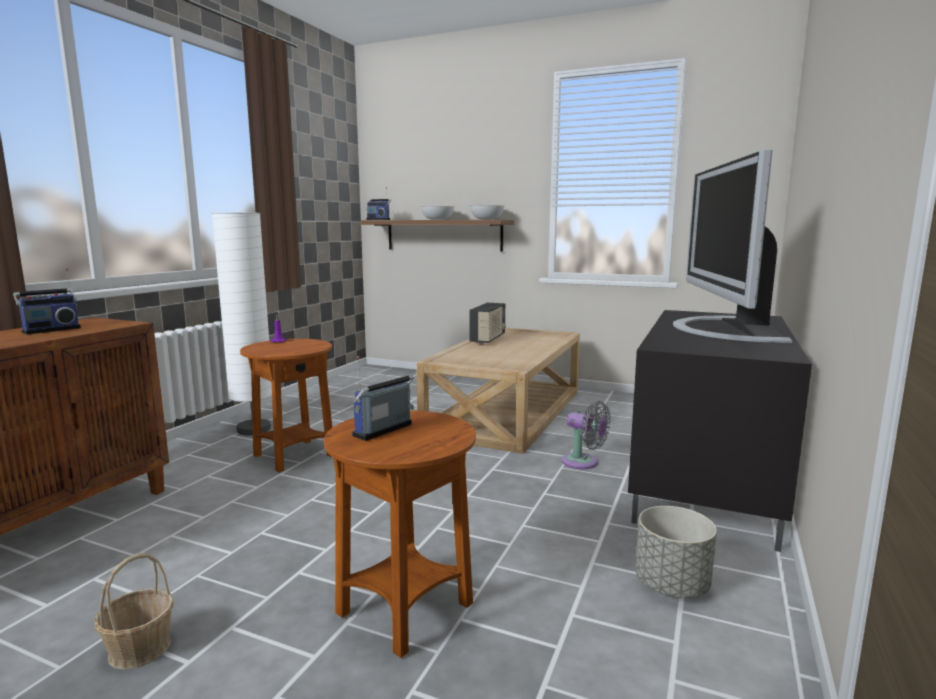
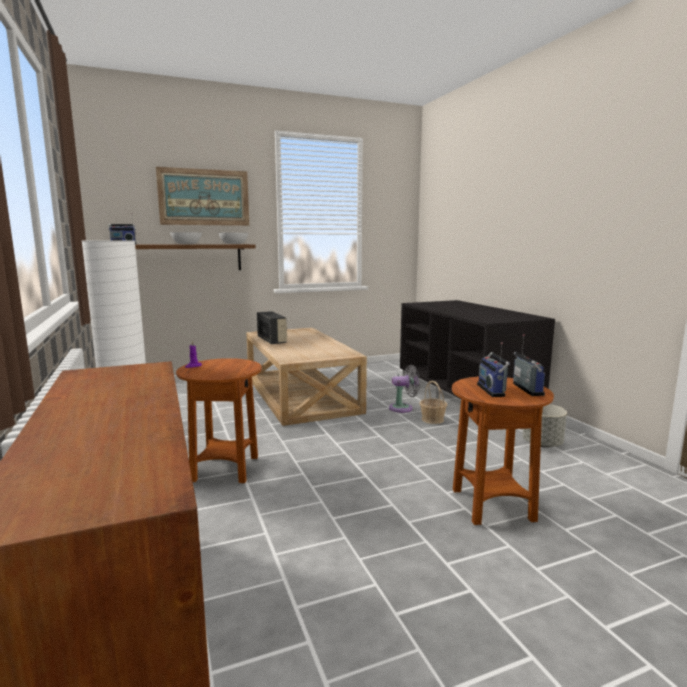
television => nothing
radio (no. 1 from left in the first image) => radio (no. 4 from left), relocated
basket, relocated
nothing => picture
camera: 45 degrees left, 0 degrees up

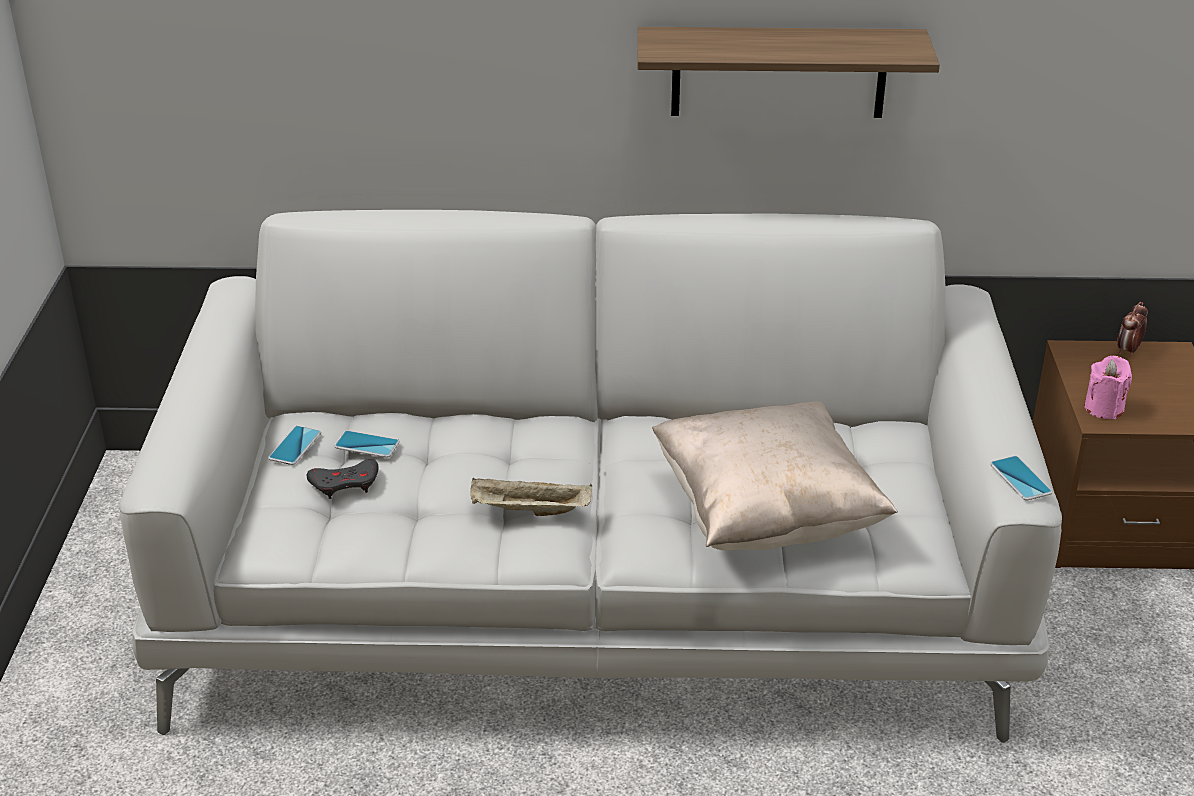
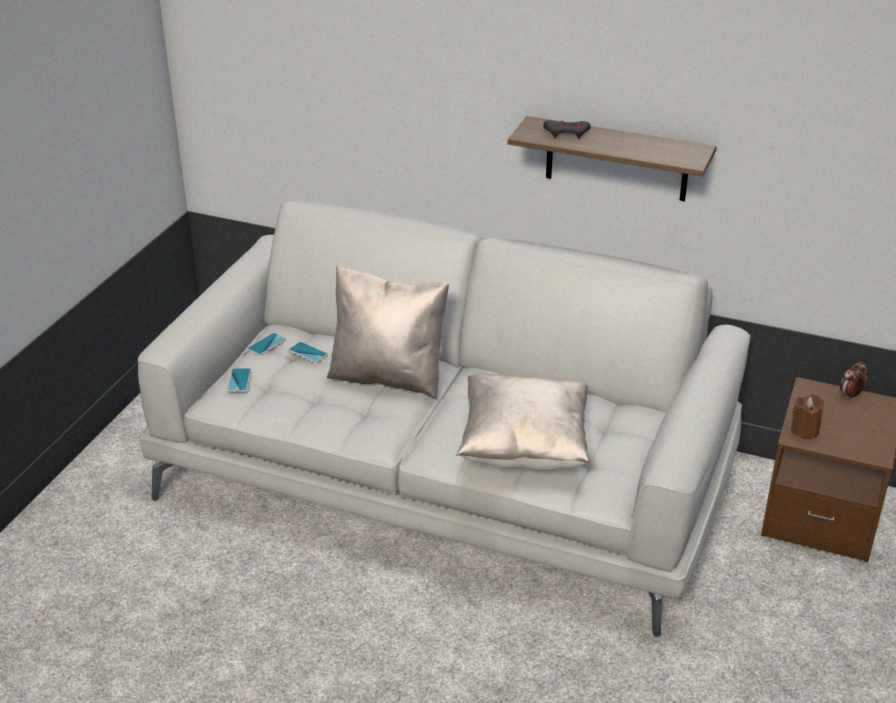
candle in pink => candle in brown
phone (no. 3 from left in the first image) => phone (no. 1 from left), relocated
game controller in grey, relocated
tray in beige => nothing
nothing => pillow in beige (no. 1 from left)
camera: 20 degrees right, 0 degrees up

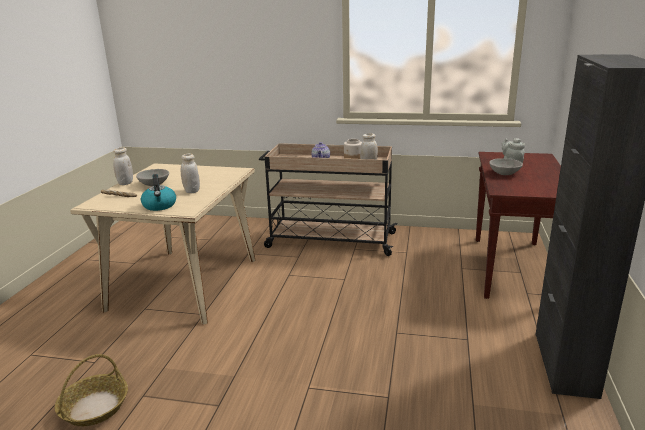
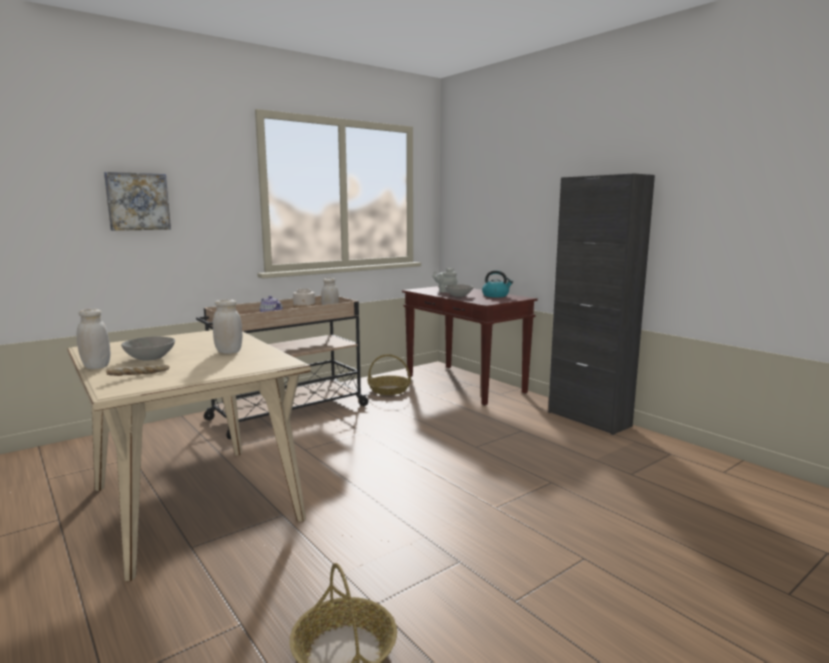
kettle, relocated
nothing => picture
nothing => basket (no. 2 from left)
camera: 50 degrees left, 10 degrees down

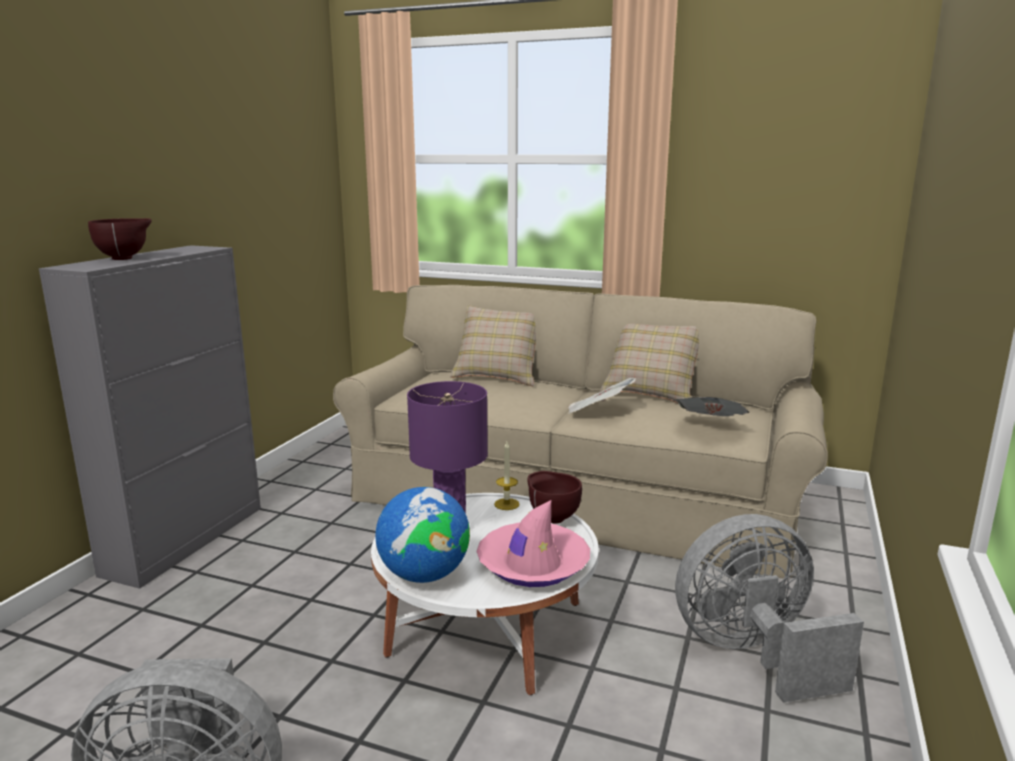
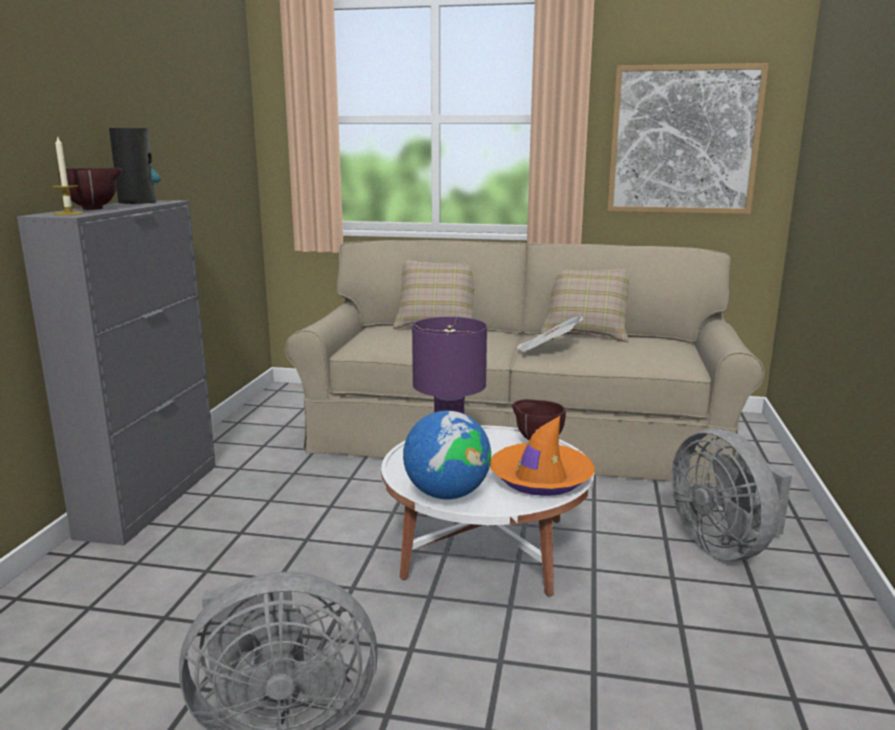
newspaper (no. 2 from left) => nothing
candle, relocated
hat in pink => hat in orange
fan in grey (no. 2 from left), 90 degrees counterclockwise
nothing => picture
nothing => vase
camera: 10 degrees left, 0 degrees up

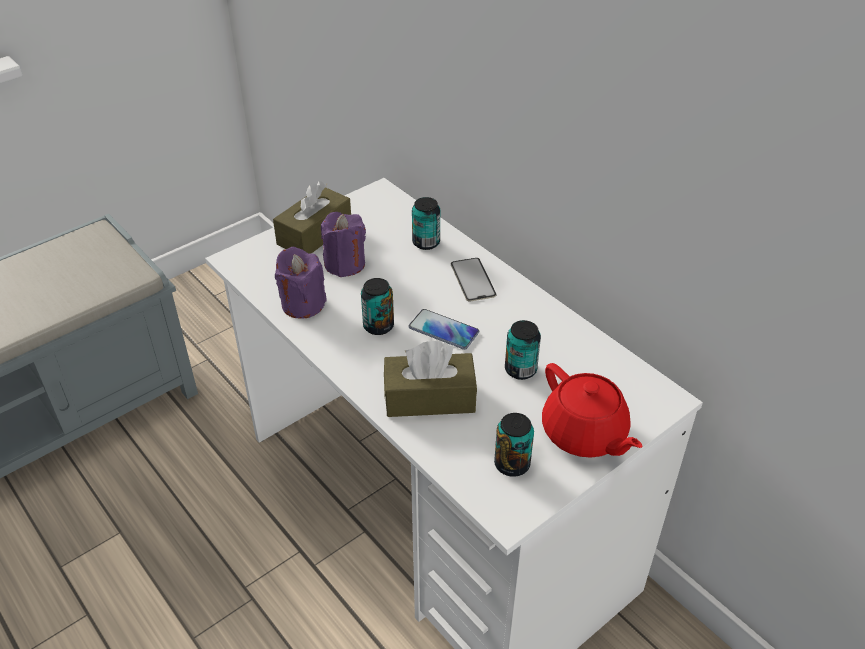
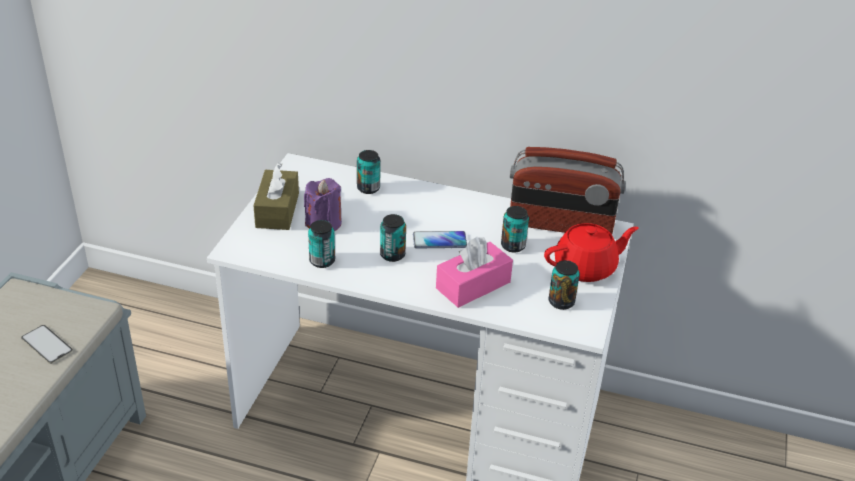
candle in purple (no. 1 from left) => can (no. 1 from left)
phone (no. 2 from left in the first image) => phone (no. 1 from left), relocated
tissue box in brown (no. 2 from left) => tissue box in pink
teapot in red, 45 degrees counterclockwise
nothing => radio
camera: 35 degrees left, 5 degrees down

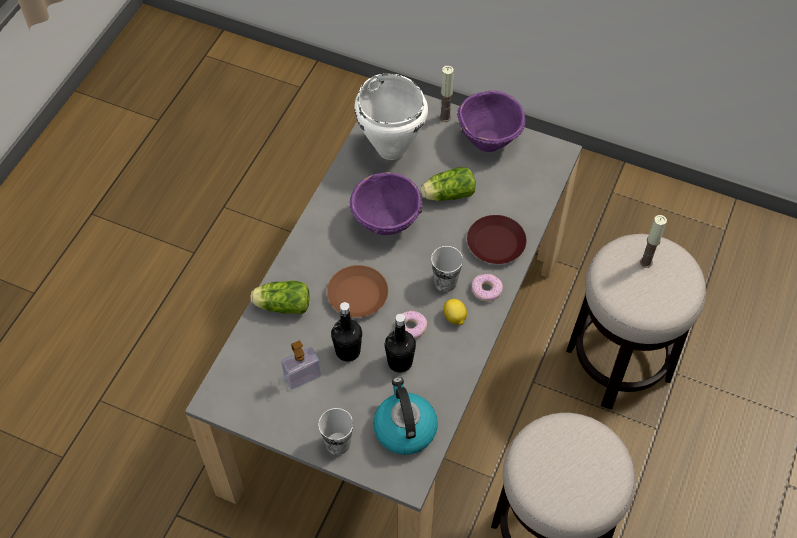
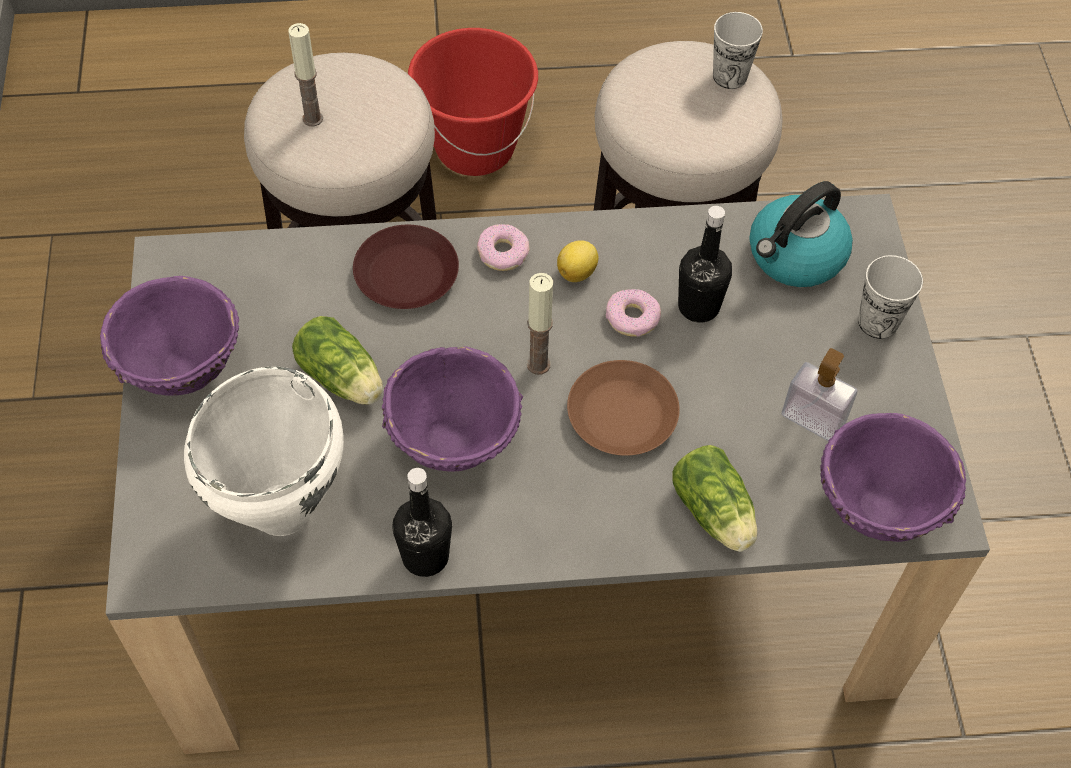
candle (no. 1 from left in the first image) => candle (no. 2 from left), relocated
cup (no. 2 from left in the first image) => cup (no. 1 from left), relocated
bottle in black (no. 1 from left), relocated
nothing => bucket in red
nothing => bowl in purple (no. 3 from left)
camera: 120 degrees left, 0 degrees up

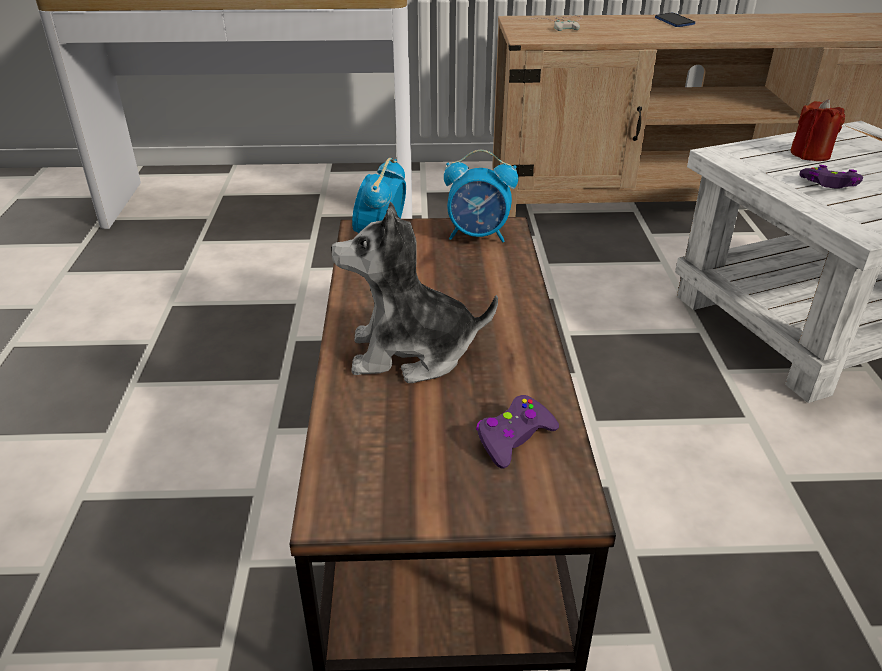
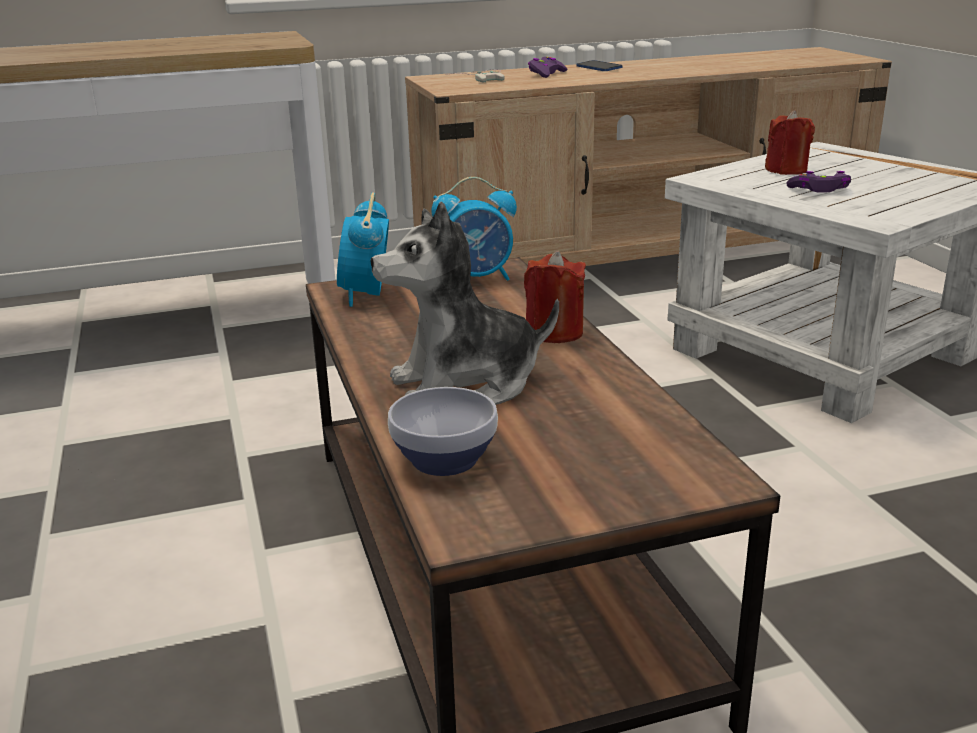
game controller in purple (no. 1 from left), relocated
nothing => candle in red (no. 1 from left)
nothing => bowl
camera: 15 degrees left, 10 degrees down

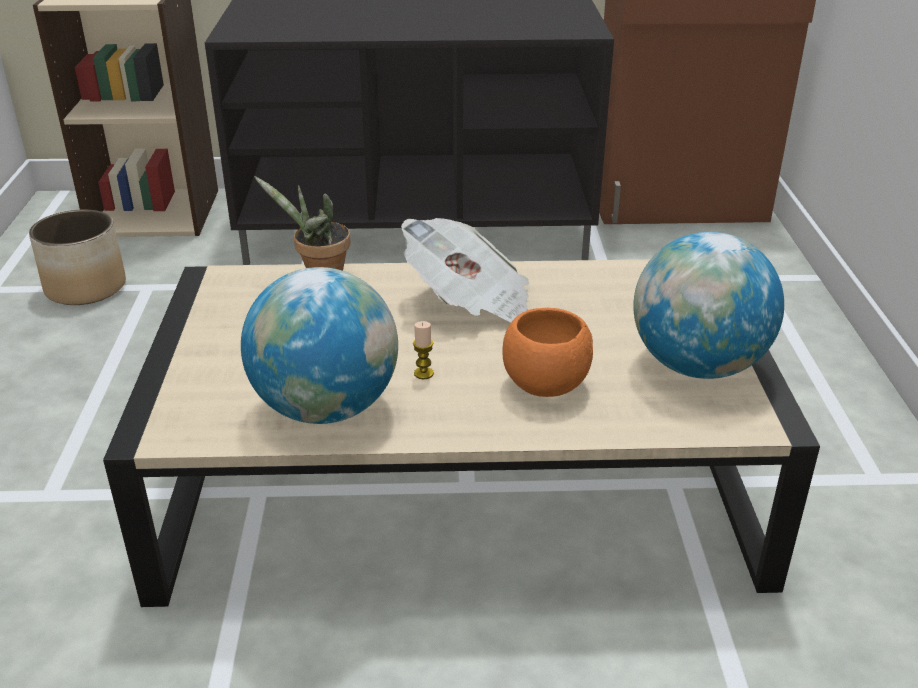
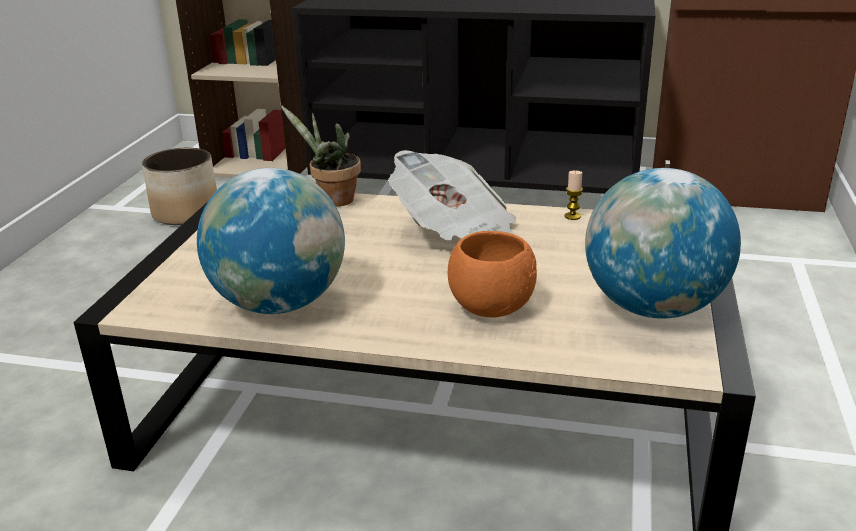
candle, relocated
camera: 15 degrees right, 5 degrees down

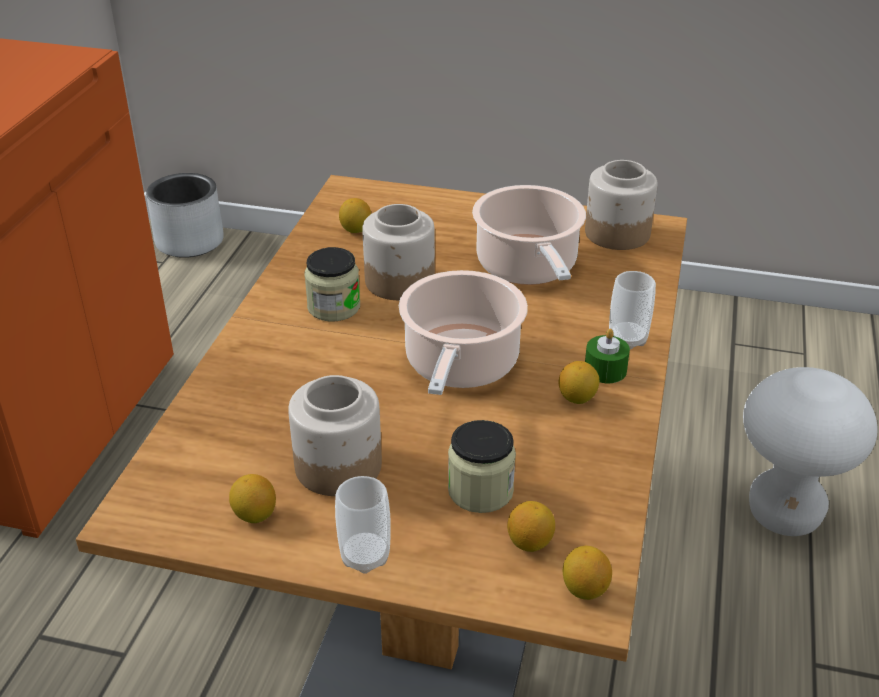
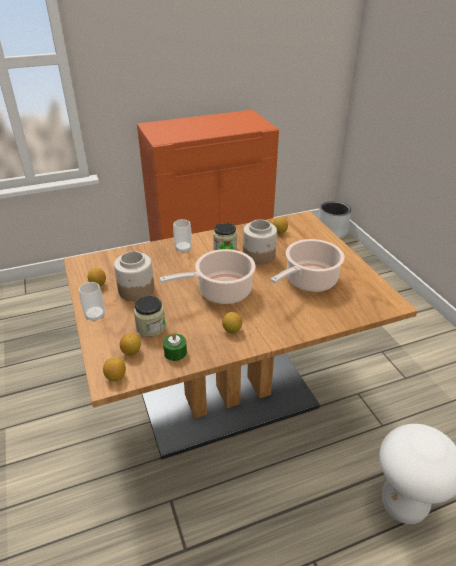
jar (no. 5 from left) => nothing
cup (no. 2 from left), relocated
candle in green, relocated
camera: 55 degrees right, 0 degrees up

